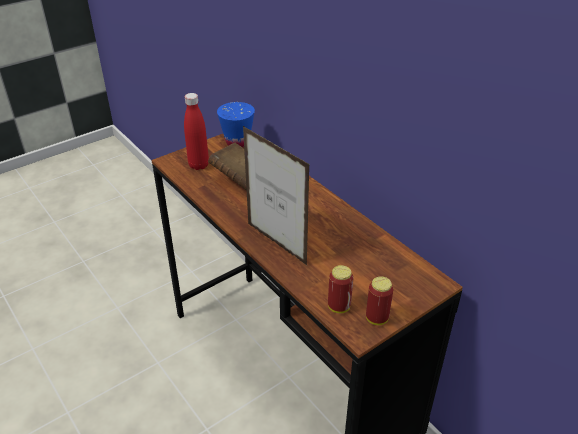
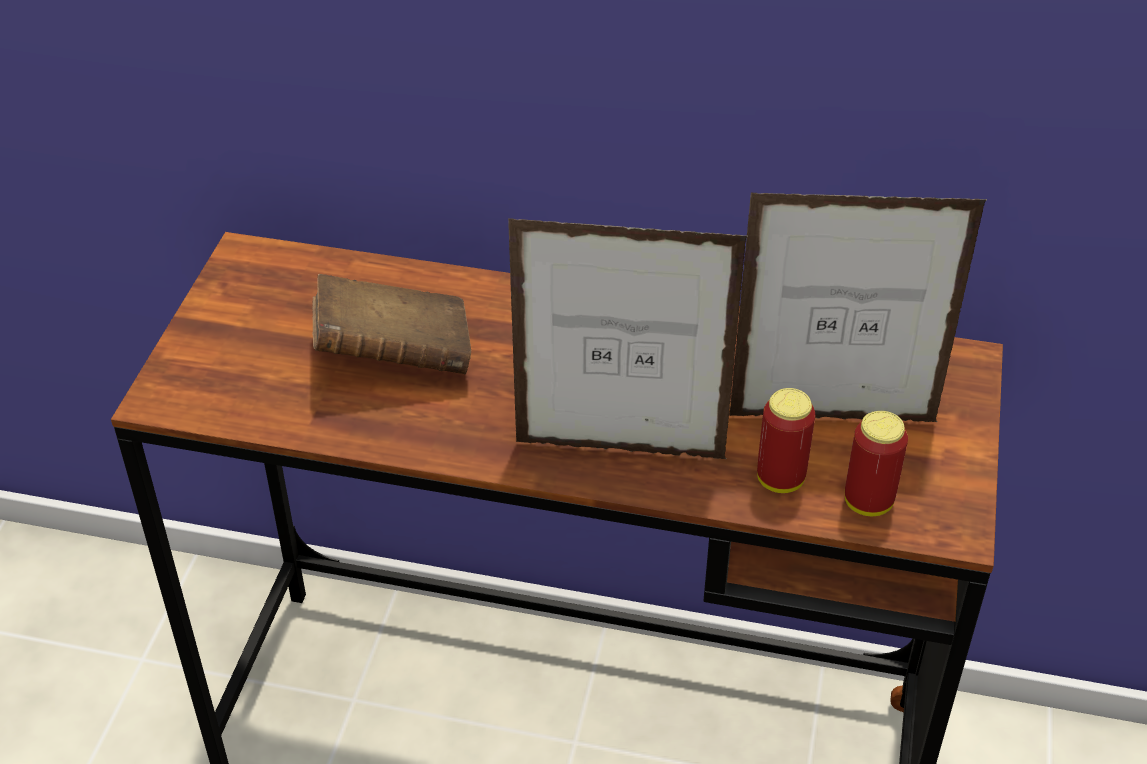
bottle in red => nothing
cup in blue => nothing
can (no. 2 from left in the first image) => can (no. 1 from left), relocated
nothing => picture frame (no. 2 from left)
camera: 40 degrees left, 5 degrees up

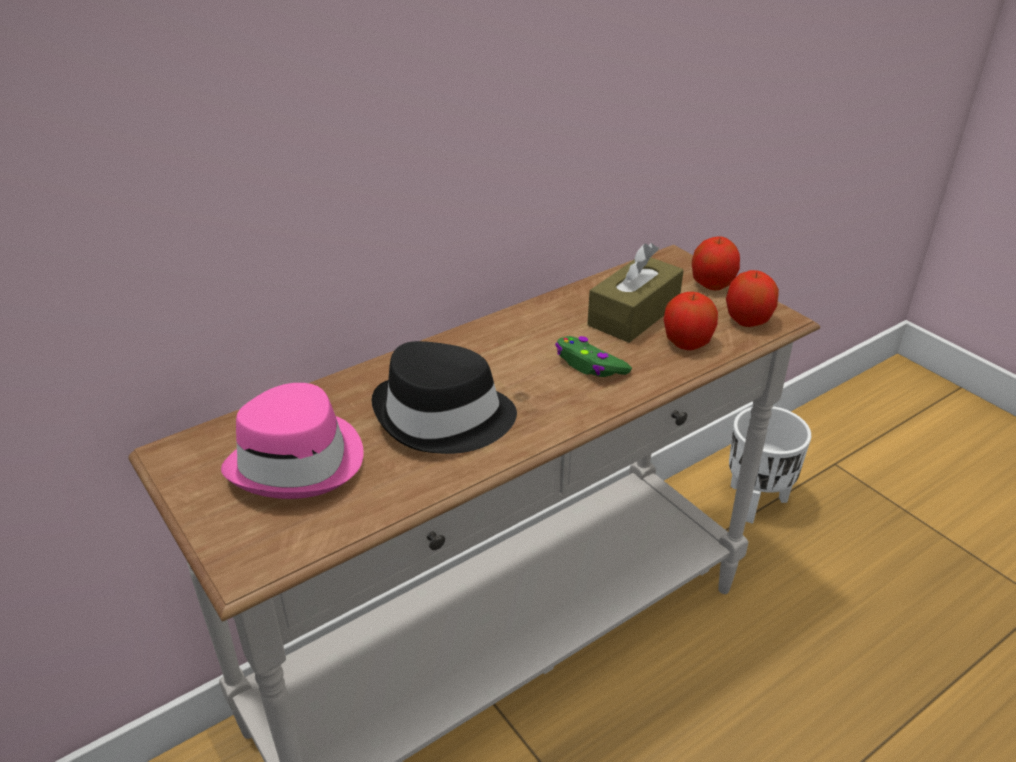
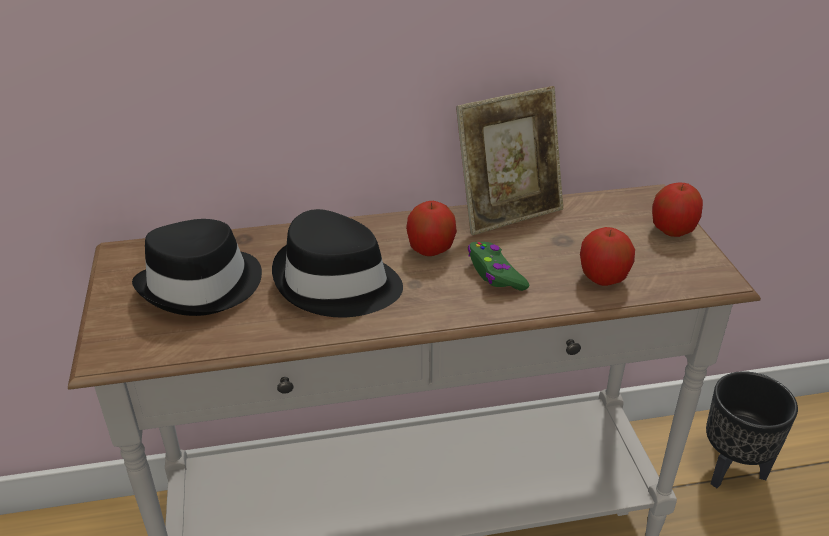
tissue box in brown => nothing
apple (no. 3 from left in the first image) => apple (no. 1 from left), relocated
hat in pink => hat in black (no. 1 from left)
planter in white => planter in black
nothing => picture frame
camera: 25 degrees right, 0 degrees up

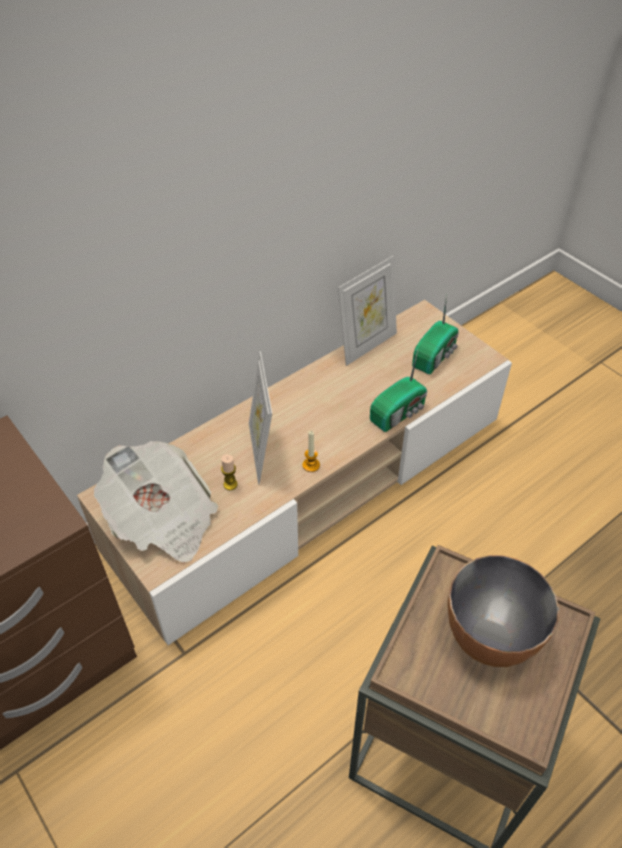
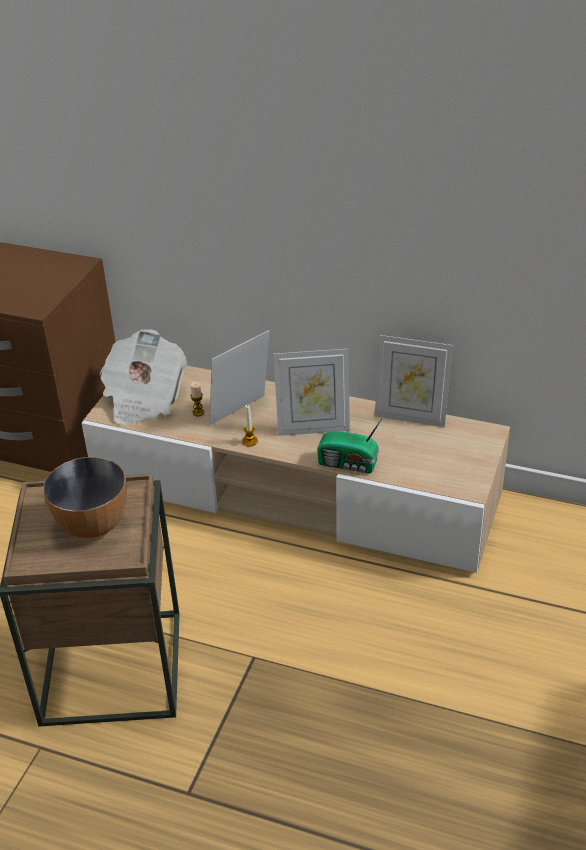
radio (no. 2 from left) => nothing
nothing => picture frame (no. 2 from left)
camera: 60 degrees right, 10 degrees down

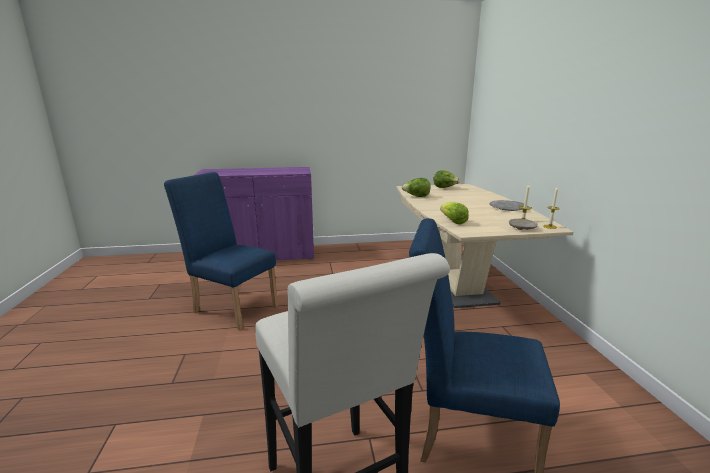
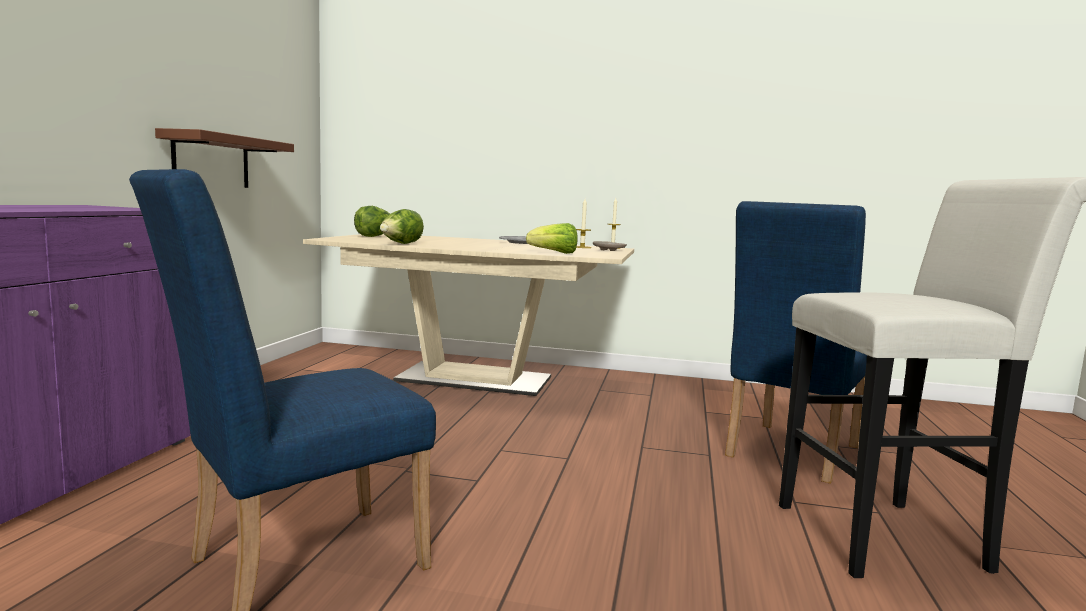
nothing => shelf in brown
camera: 70 degrees left, 10 degrees down

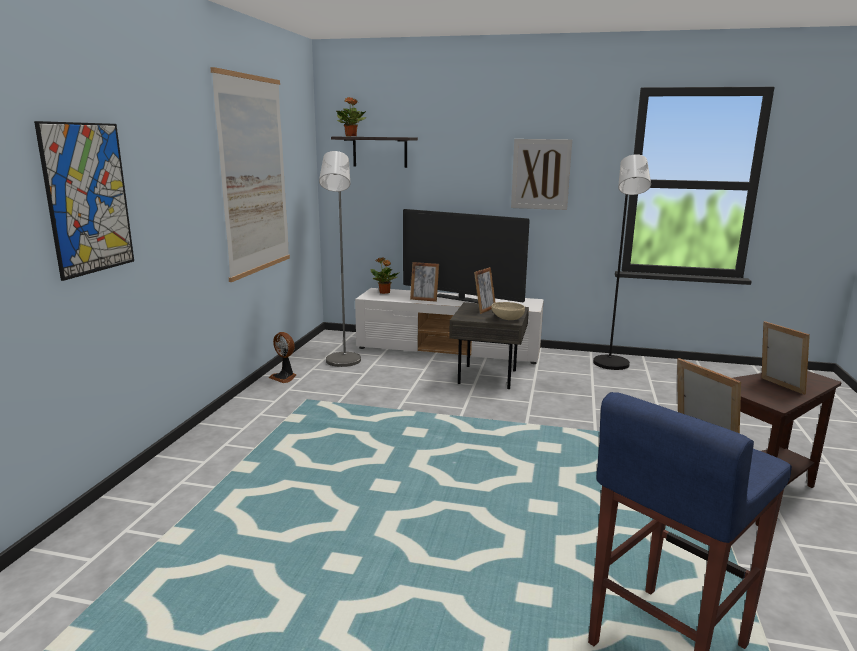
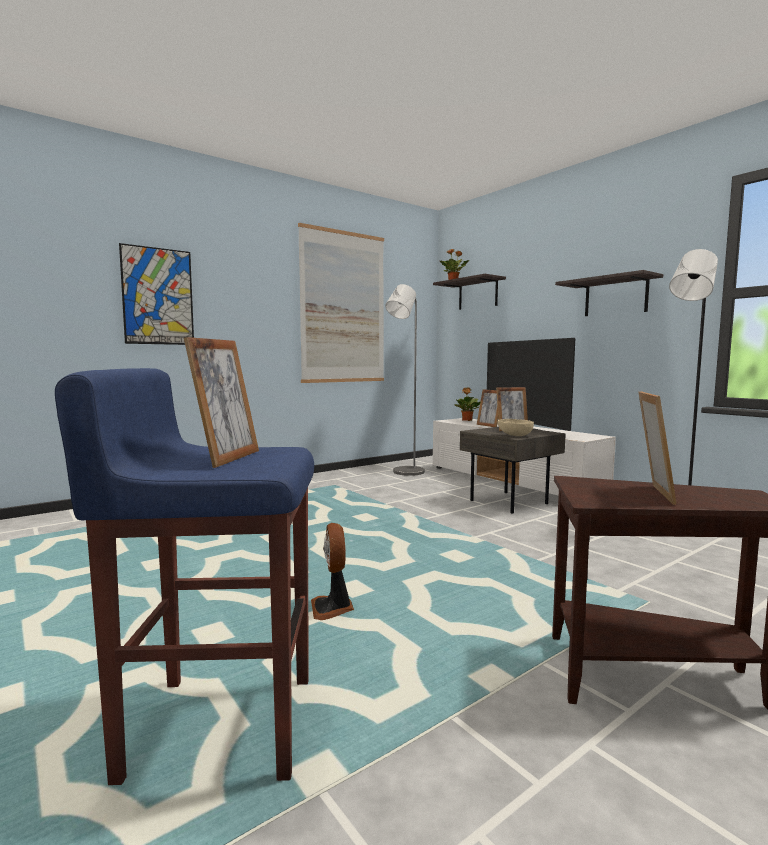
picture (no. 3 from left) => shelf (no. 2 from left)
fan, relocated
camera: 40 degrees right, 10 degrees down

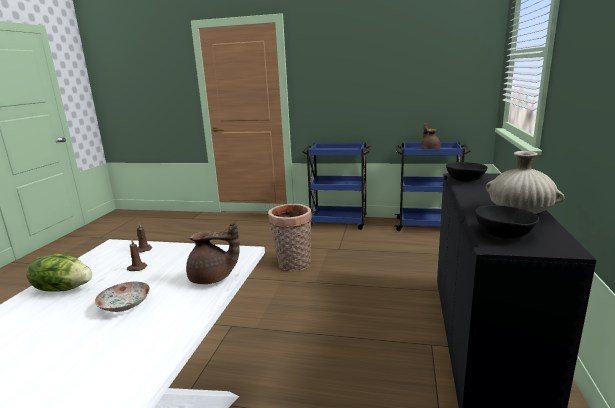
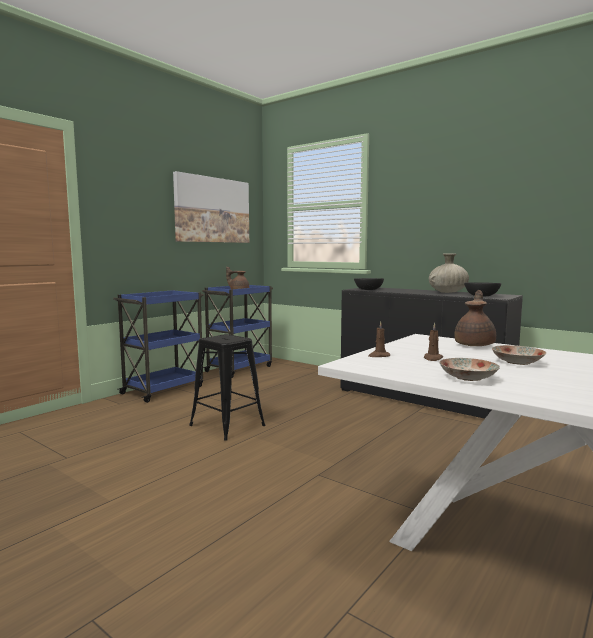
basket => stool in black
lettuce => plate (no. 1 from left)
nothing => picture
camera: 65 degrees left, 10 degrees down

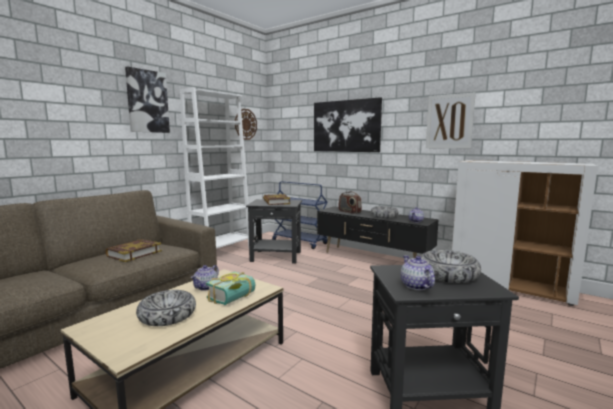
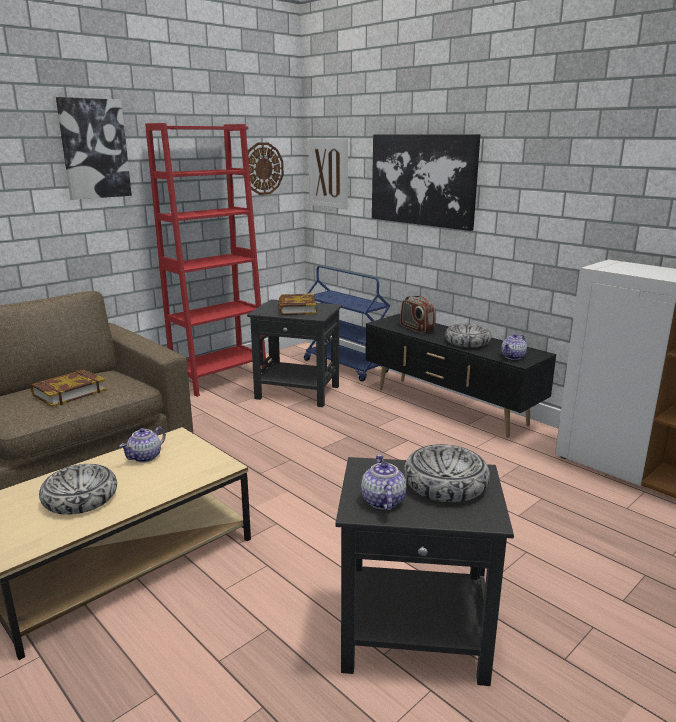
bookcase in white => bookcase in red
picture (no. 3 from left in the first image) => picture (no. 2 from left), relocated
book (no. 2 from left) => nothing
camera: 10 degrees right, 10 degrees up

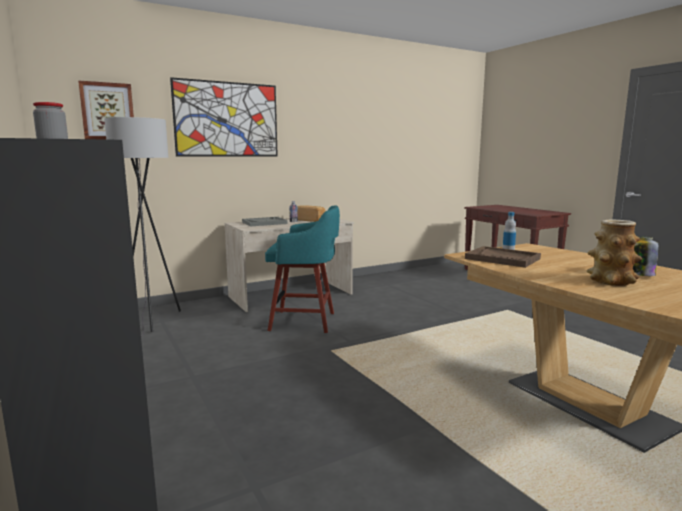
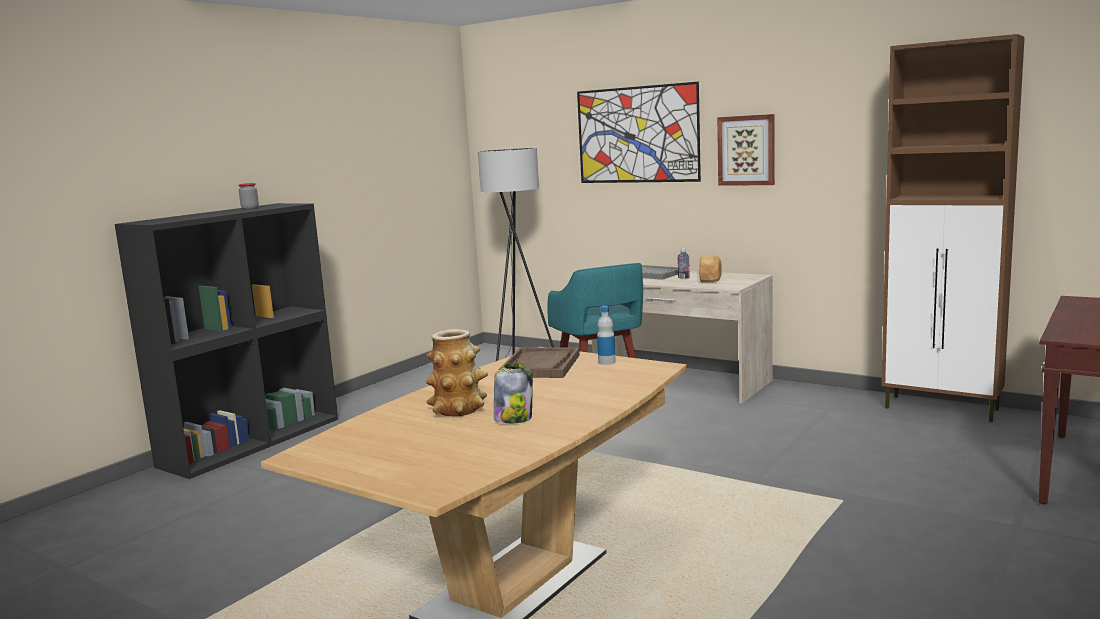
picture (no. 1 from left in the first image) => picture (no. 2 from left), relocated
nothing => cabinet in brown
camera: 65 degrees right, 0 degrees up

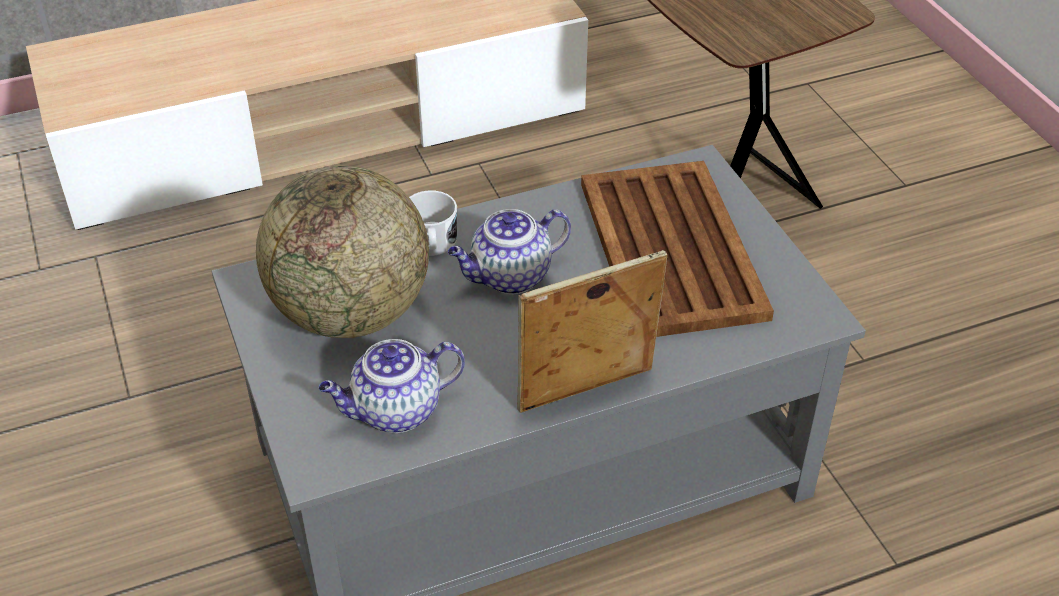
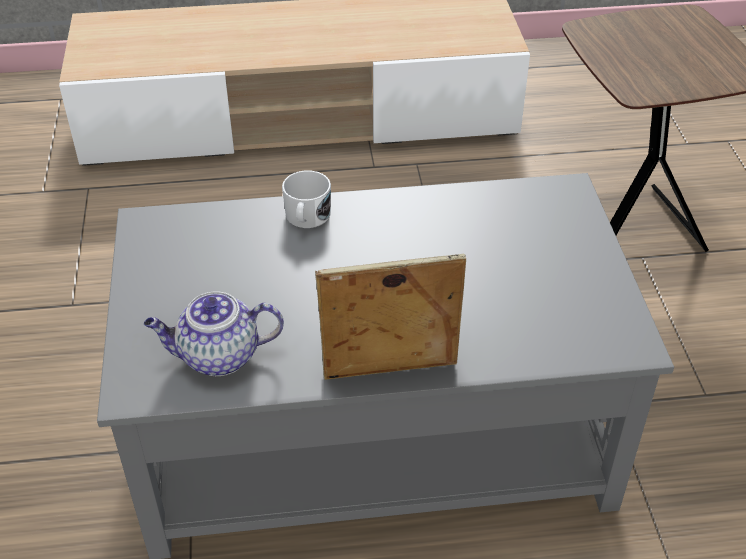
tray in brown => nothing
globe => nothing
teapot (no. 2 from left) => nothing
camera: 15 degrees right, 0 degrees up

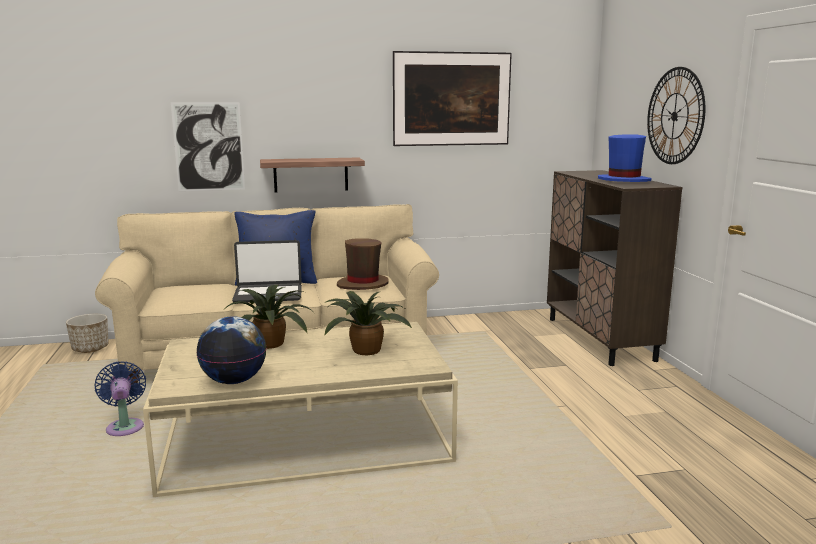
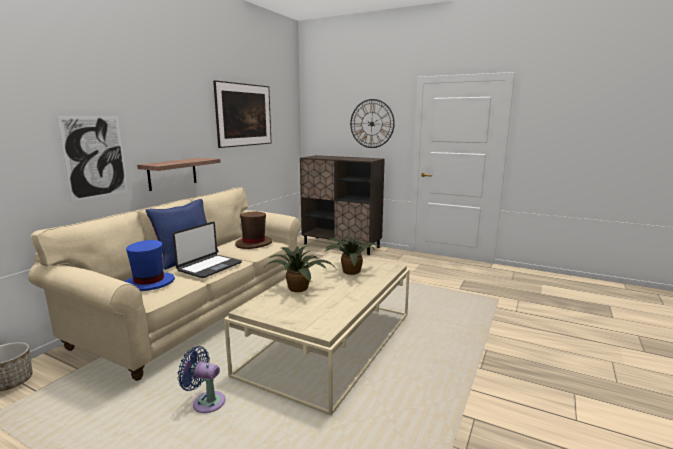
hat in blue, relocated
globe => nothing
camera: 50 degrees left, 0 degrees up

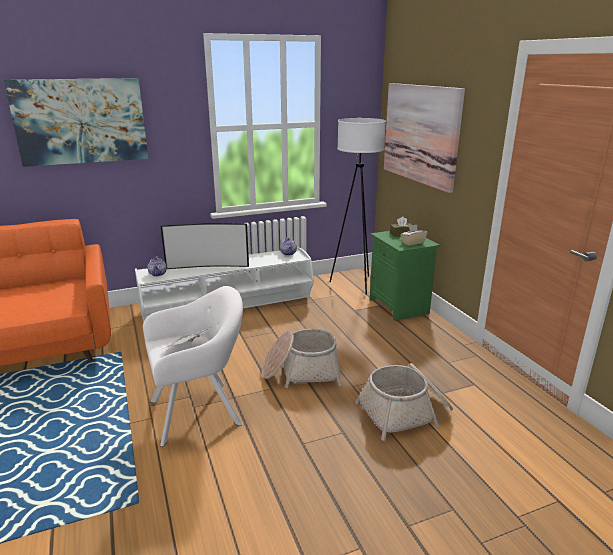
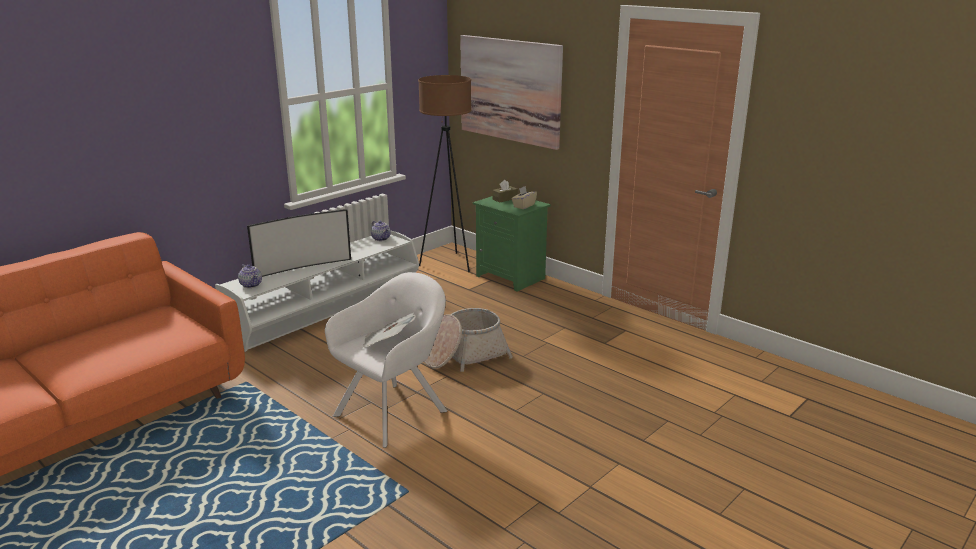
picture (no. 1 from left) => nothing
floor lamp in white => floor lamp in brown
basket (no. 2 from left) => nothing
camera: 25 degrees left, 0 degrees up

